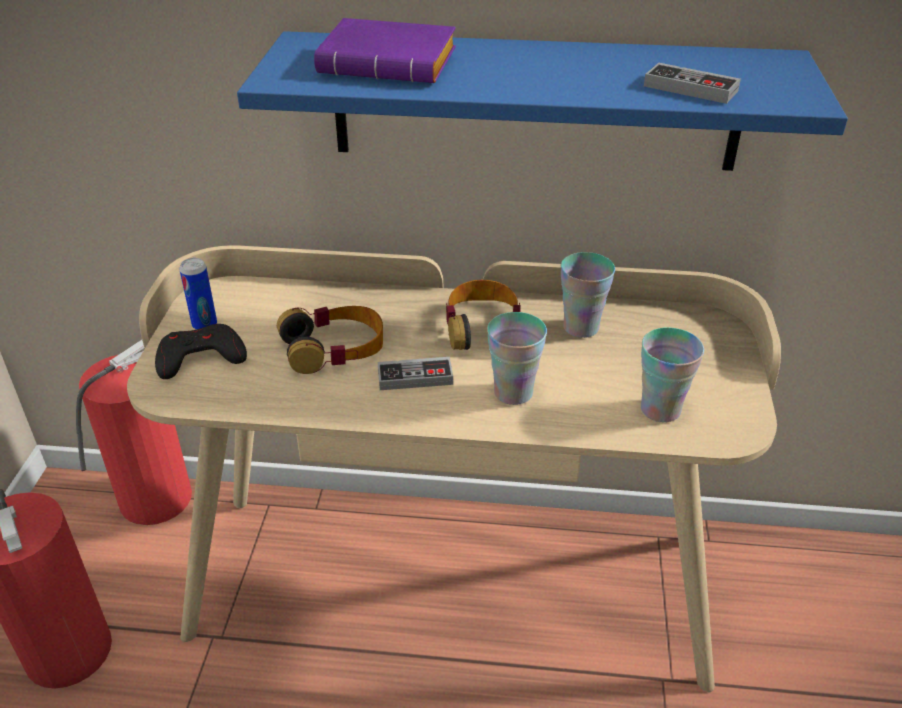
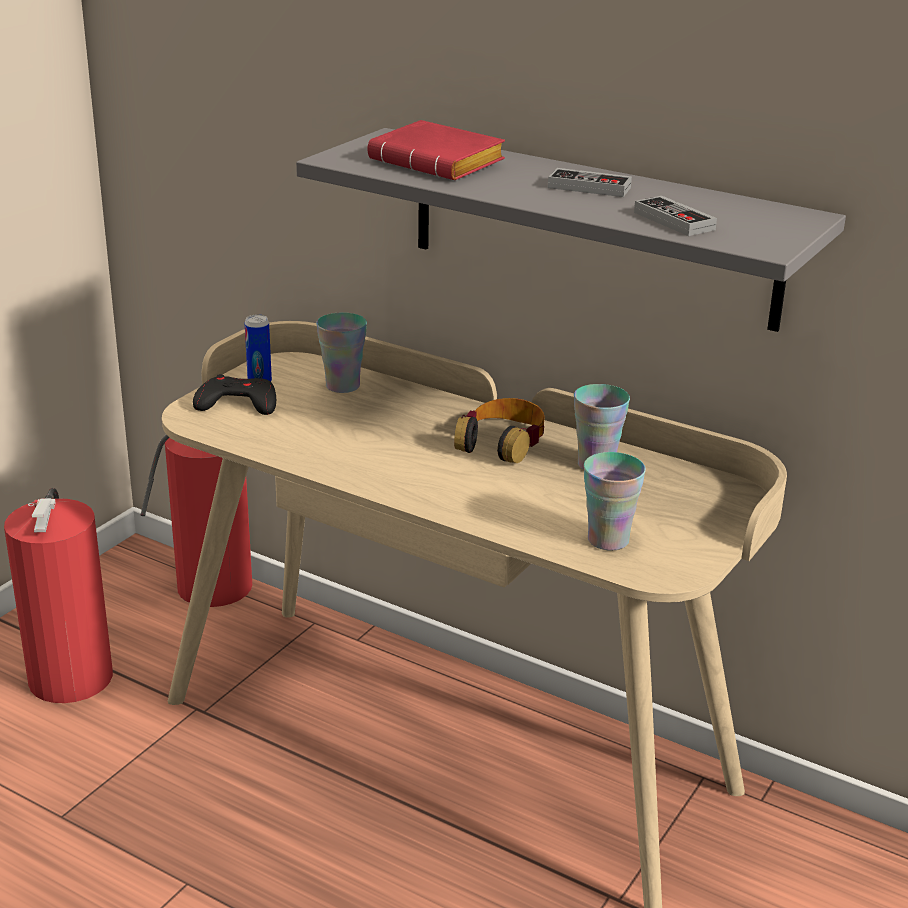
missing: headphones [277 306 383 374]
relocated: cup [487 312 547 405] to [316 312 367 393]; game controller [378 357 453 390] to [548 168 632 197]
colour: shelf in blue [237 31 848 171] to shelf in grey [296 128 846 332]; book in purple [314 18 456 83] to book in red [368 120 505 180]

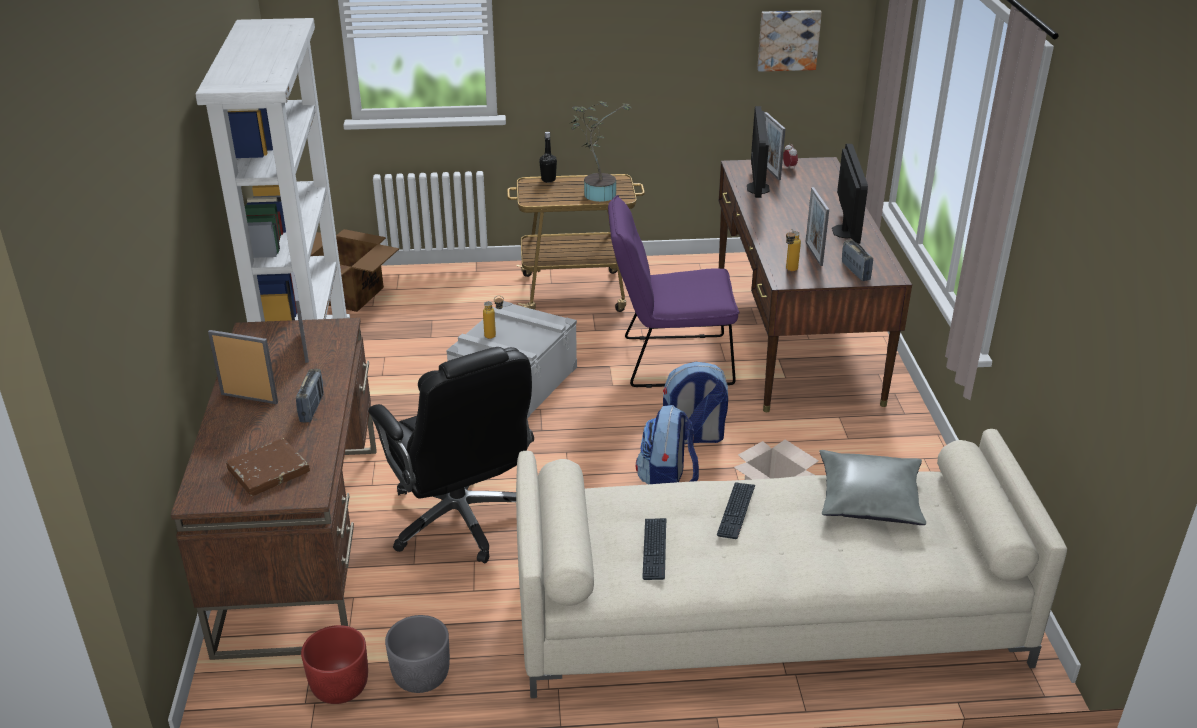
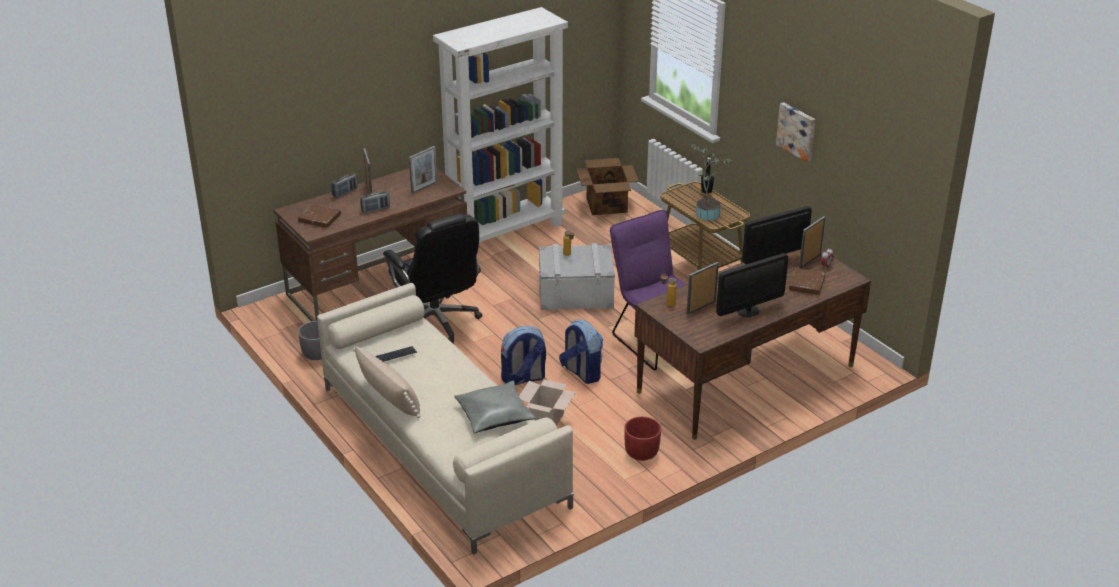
missing: keyboard [717 482 755 539]
appeared: pillow in beige [353 346 420 418]; book in brown [789 268 825 295]
relocated: radio [842 239 873 281] to [332 173 357 198]; planter in red [301 625 368 704] to [624 416 661 461]; picture [757 10 822 72] to [776 102 815 162]
spun: office chair in black [368 347 534 563] = [383 214 482 343] 60 degrees counterclockwise

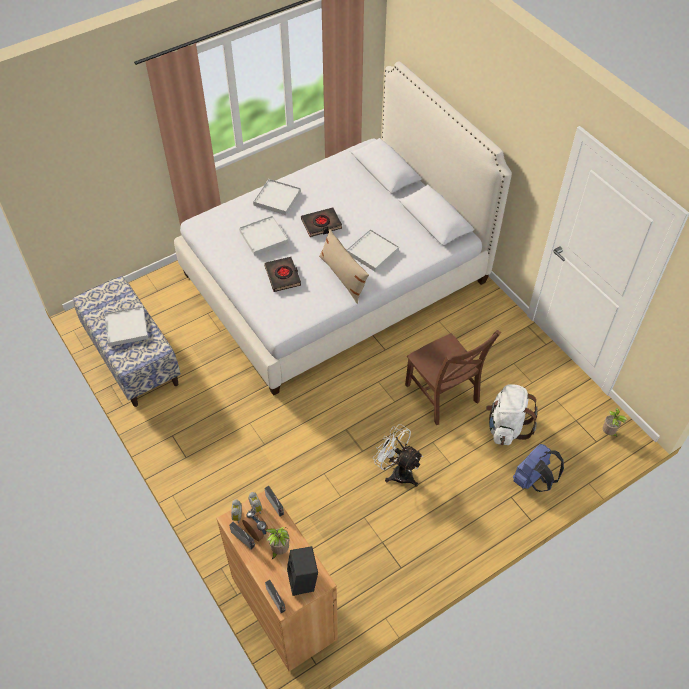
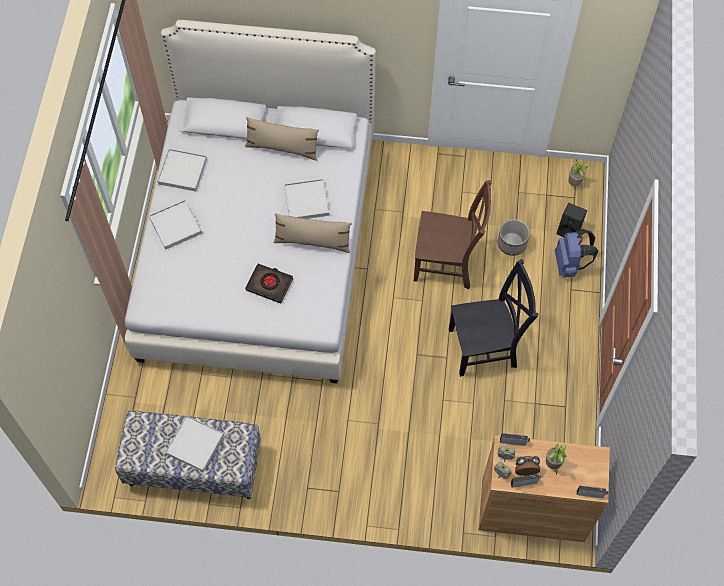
missing: book in black [301 208 342 237]
appeared: pillow in beige [245 117 319 161]
relocated: tray in white [239 215 289 256] to [157 149 207 192]; speaker in black [287 546 318 596] to [557 203 587 237]
exchanged: fan in white [373 424 423 487] to chair in black [449 259 538 377]; backpack in white [486 384 538 445] to planter [497 219 530 256]

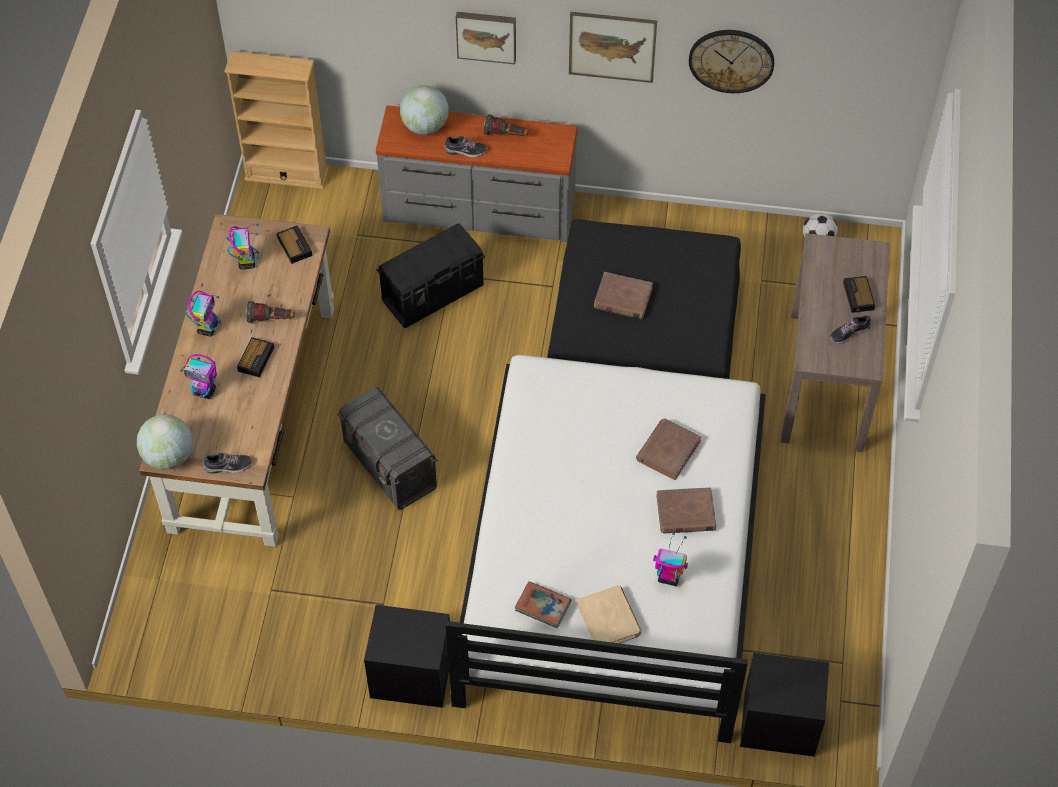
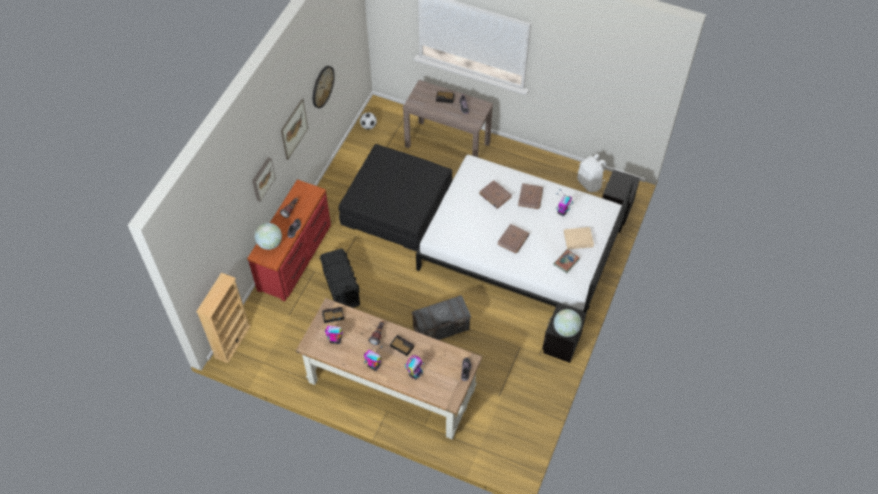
appeared: backpack in white [577 154 606 192]
relocated: book in brown [594 272 653 319] to [497 224 529 253]; globe [137 414 193 470] to [554 309 582 337]
colour: dresser in grey [376 105 578 242] to dresser in red [247 179 331 302]

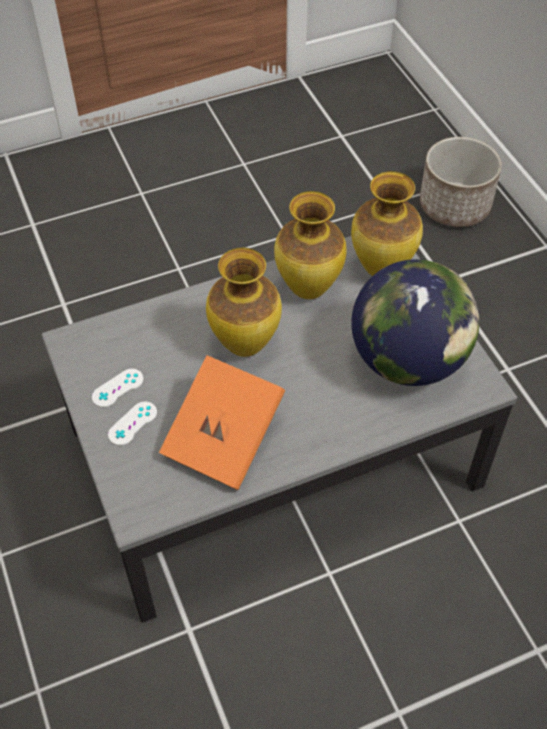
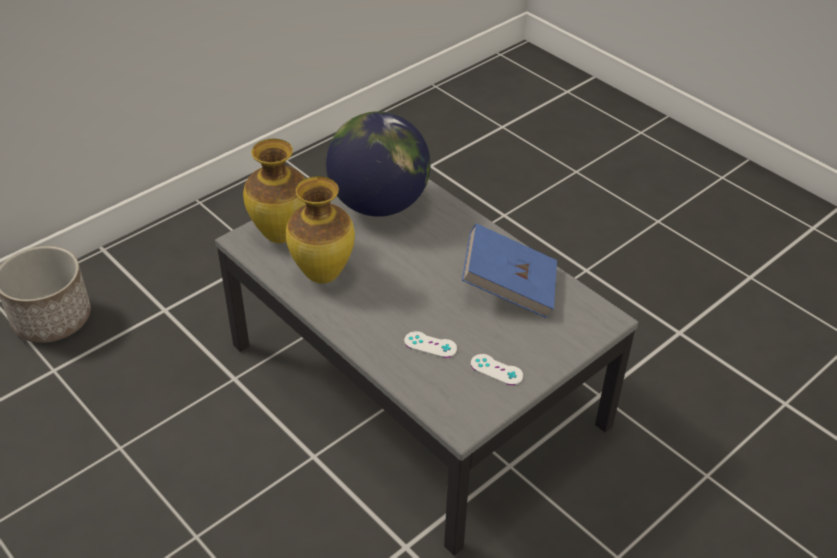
missing: vase [206 248 282 357]
relocated: game controller in white [108 401 157 446] to [404 331 457 358]
colour: book in orange [159 355 285 490] to book in blue [462 223 557 318]

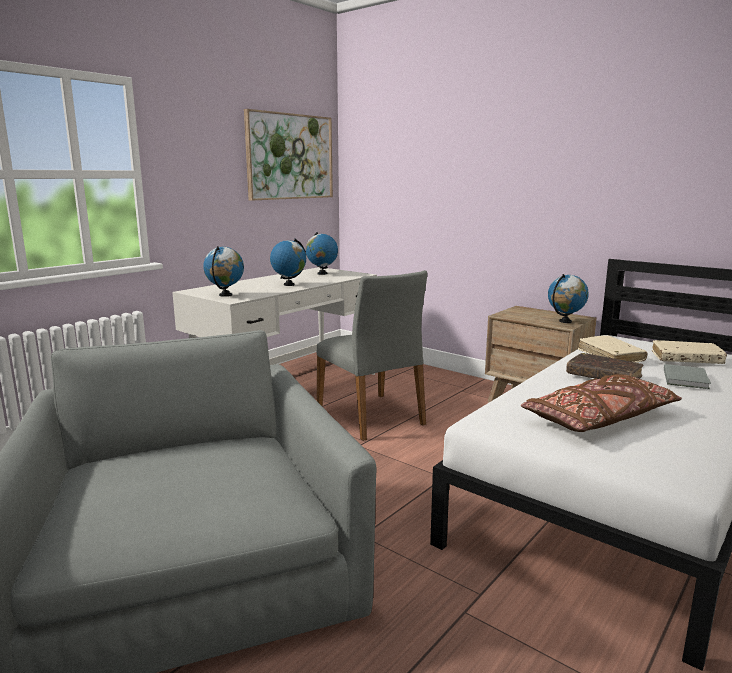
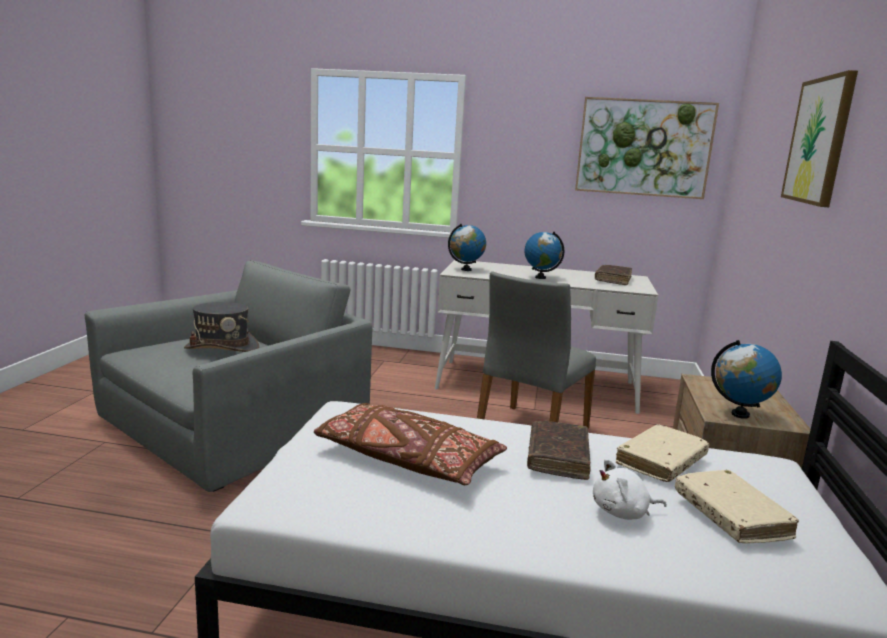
appeared: hat in grey [184 302 259 352]; picture [781 70 858 207]
exchanged: book in grey [664 364 711 389] to plush toy in white [593 459 667 520]; globe [306 232 338 275] to book in brown [595 265 632 285]

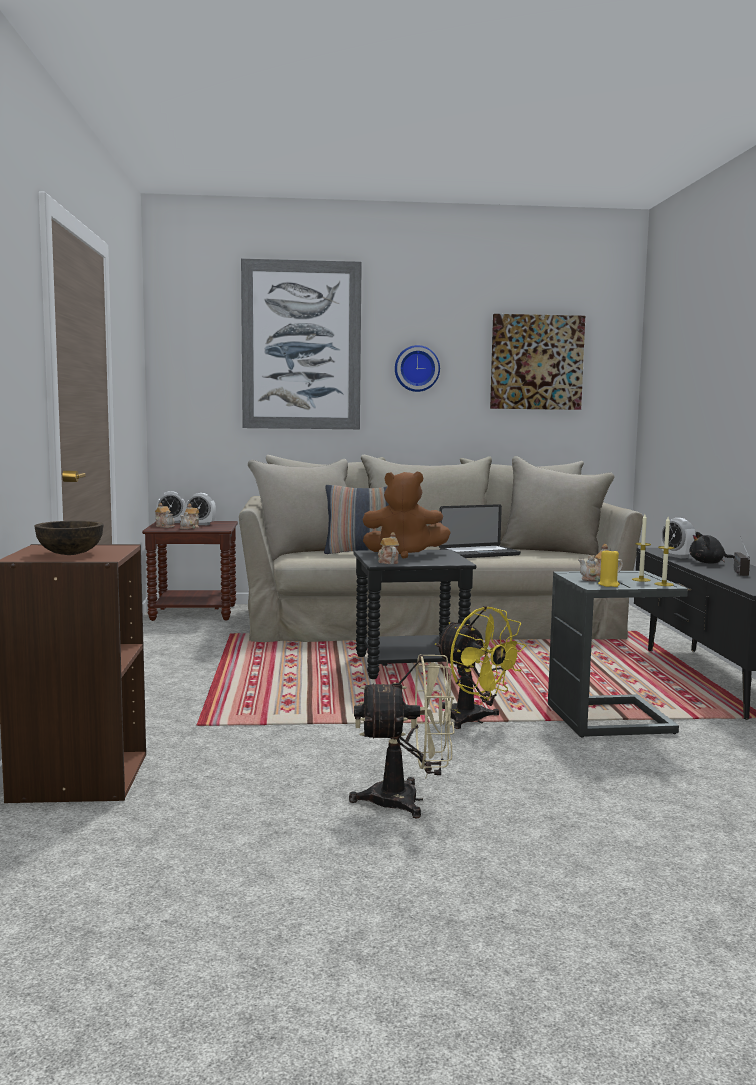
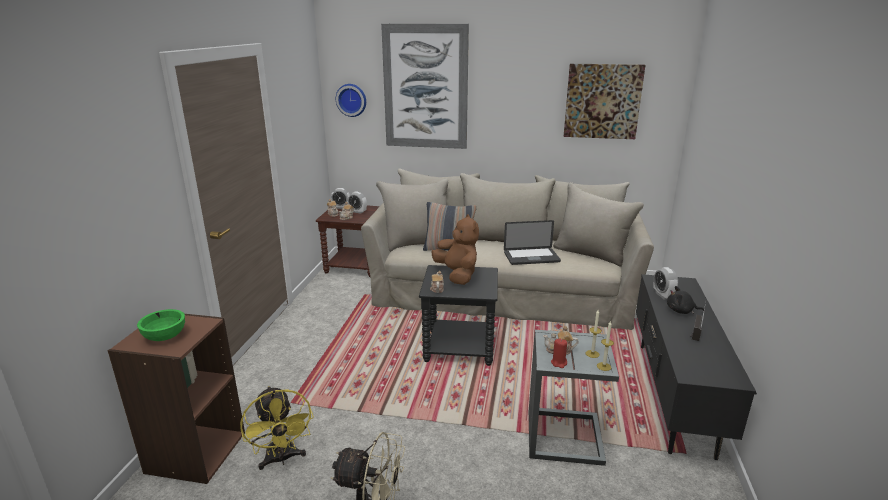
relocated: fan in yellow [435 606 526 729] to [240 386 314 470]; wall clock [395 345 440 392] to [336 84 366 117]
colour: bowl in brown [35 521 104 555] to bowl in green [137 309 185 341]; candle in yellow [598 548 620 587] to candle in red [551 339 567 368]
spun: plush toy in brown [362 471 451 558] = [431 214 479 285] 135 degrees counterclockwise

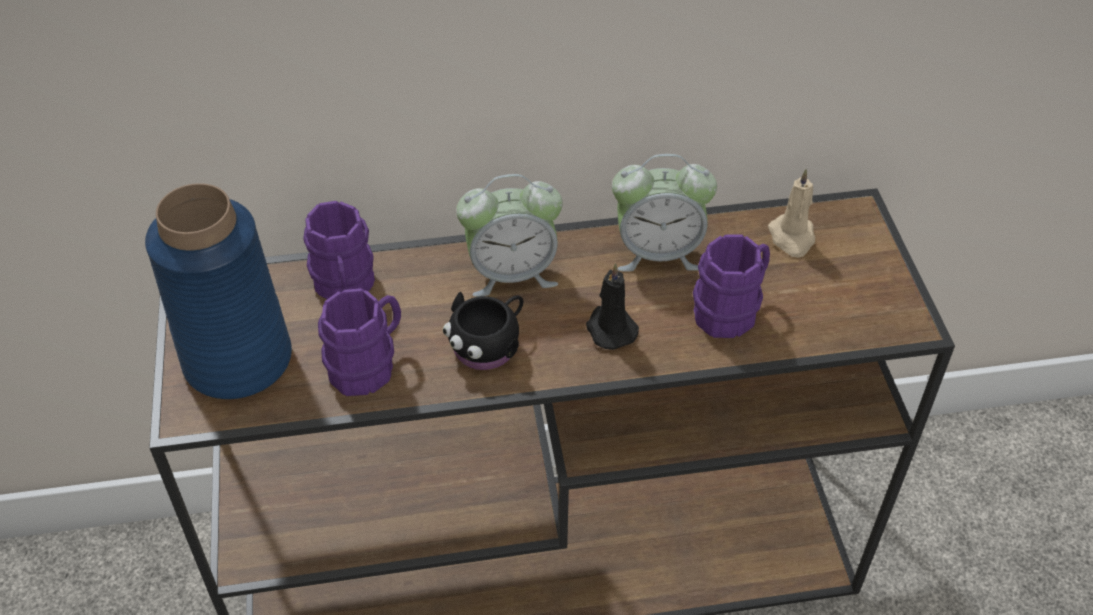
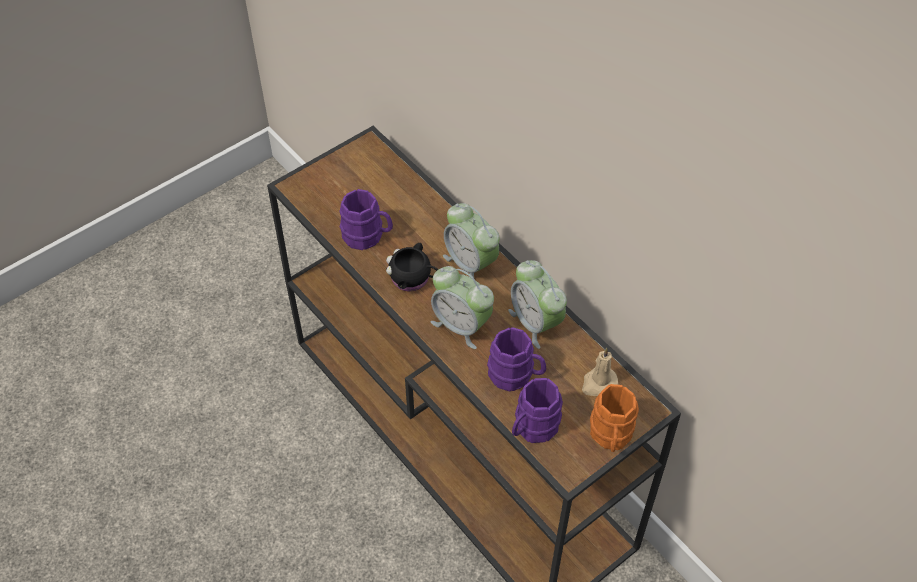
missing: vase in blue [145 183 292 399]
appeared: mug in orange [590 384 639 452]
relocated: mug in purple [303 201 375 299] to [512 378 563 443]
exchanged: candle in black [586 263 639 350] to alarm clock [431 266 494 349]

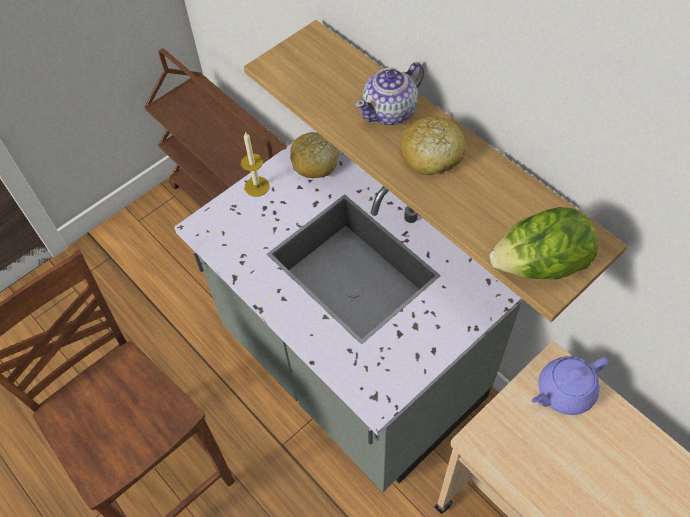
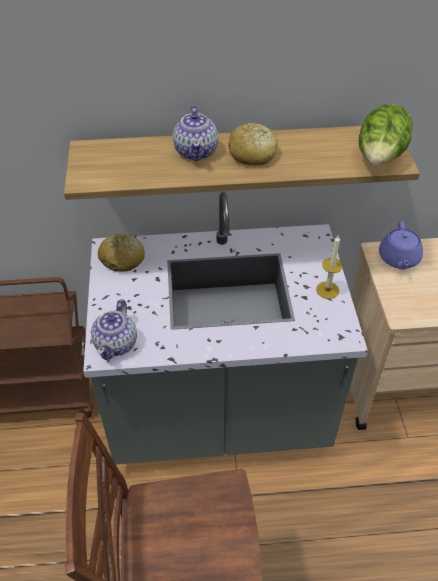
appeared: teapot [91 299 137 360]
relocated: candle [241 132 270 197] to [316 236 343 299]

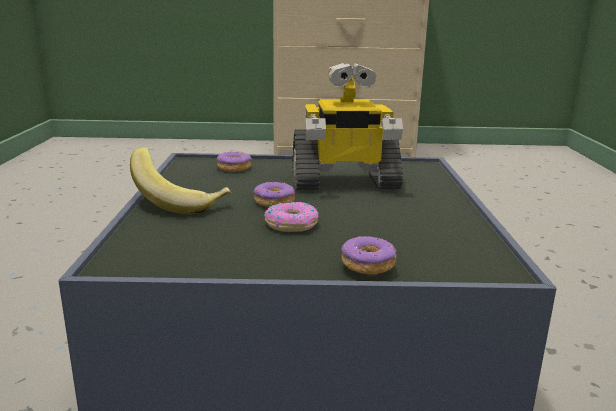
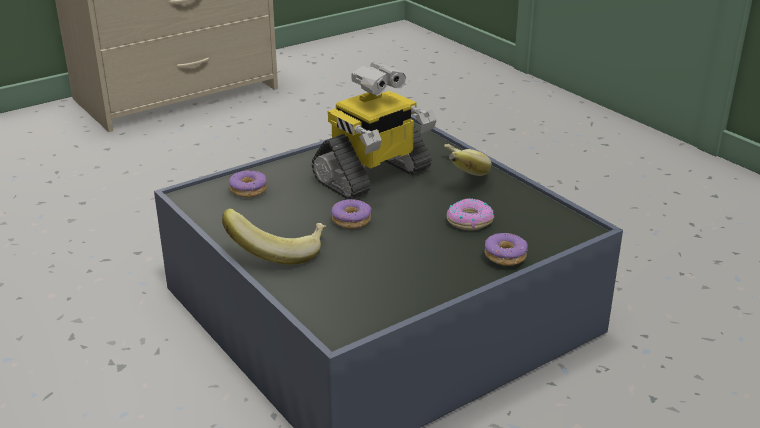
appeared: banana [444 144 492 176]
relocated: donut [264 202 318 232] to [447 198 494 230]

